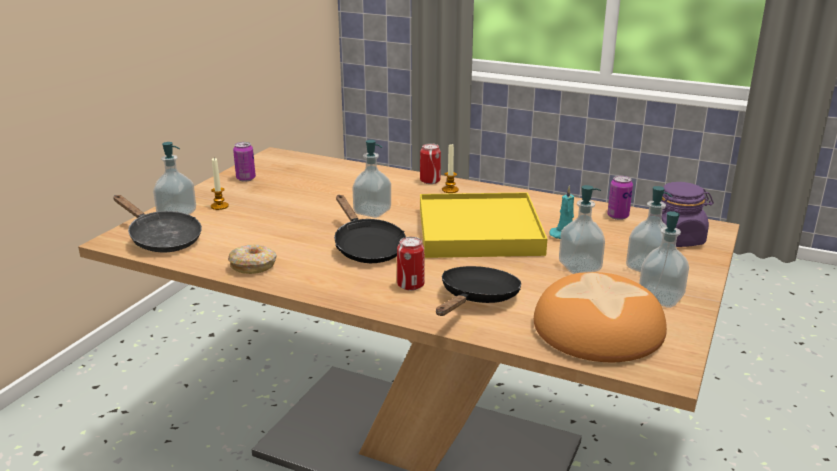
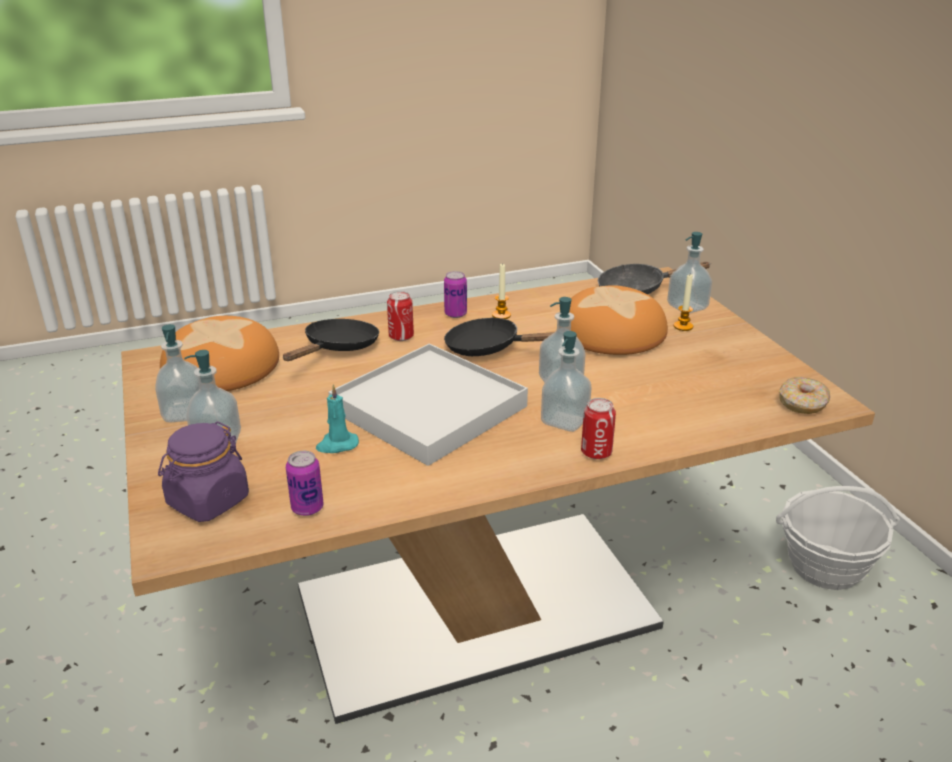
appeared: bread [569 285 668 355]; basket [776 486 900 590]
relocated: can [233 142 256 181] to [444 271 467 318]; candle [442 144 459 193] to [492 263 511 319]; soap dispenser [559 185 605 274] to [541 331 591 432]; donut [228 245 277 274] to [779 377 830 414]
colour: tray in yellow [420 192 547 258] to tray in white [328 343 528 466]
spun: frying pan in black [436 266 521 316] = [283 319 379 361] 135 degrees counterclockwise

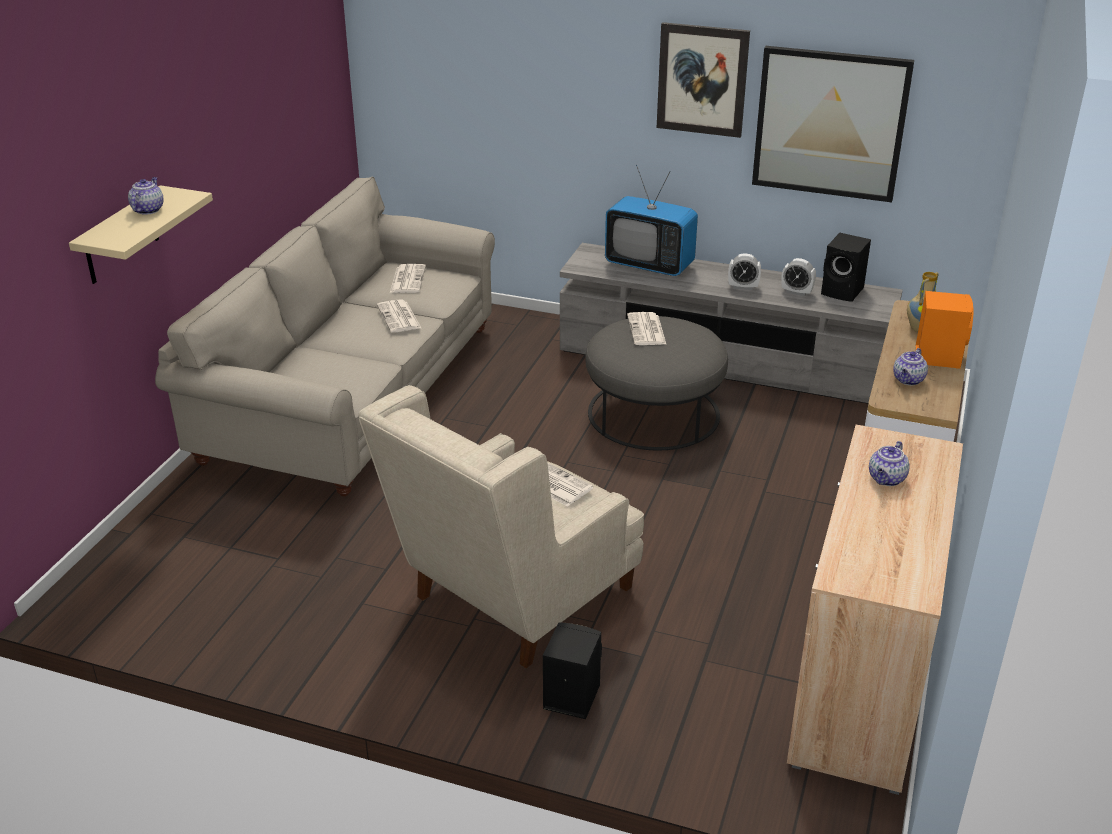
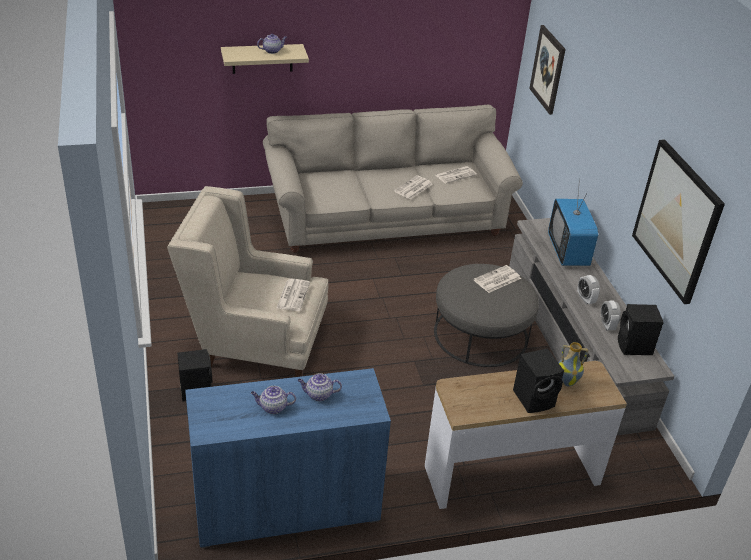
relocated: teapot [893 348 928 385] to [251 386 296 414]; picture [657 22 750 138] to [529 25 566 115]
colour: cabinet in beige [787 425 963 795] to cabinet in blue [185 368 391 548]; speaker in orange [916 291 974 369] to speaker in black [513 348 564 413]

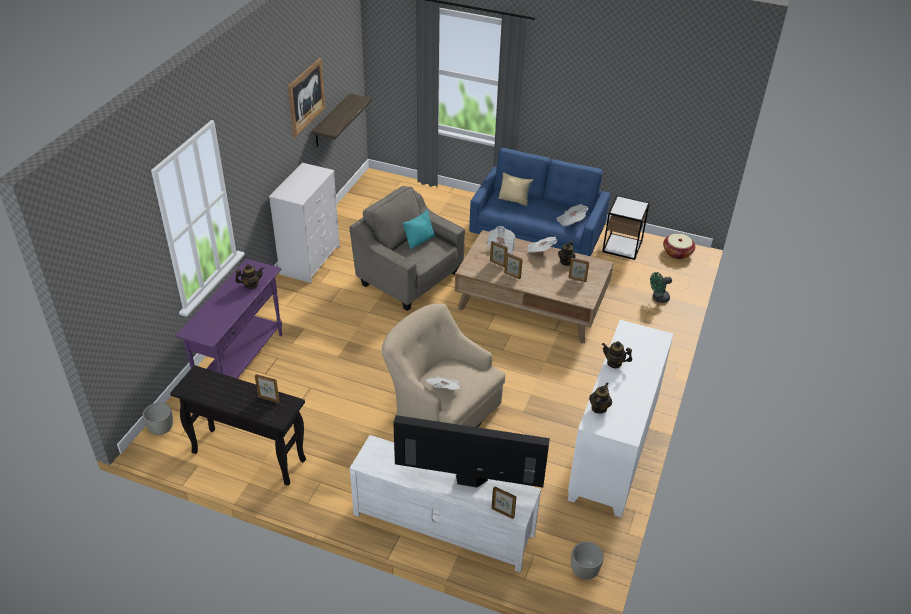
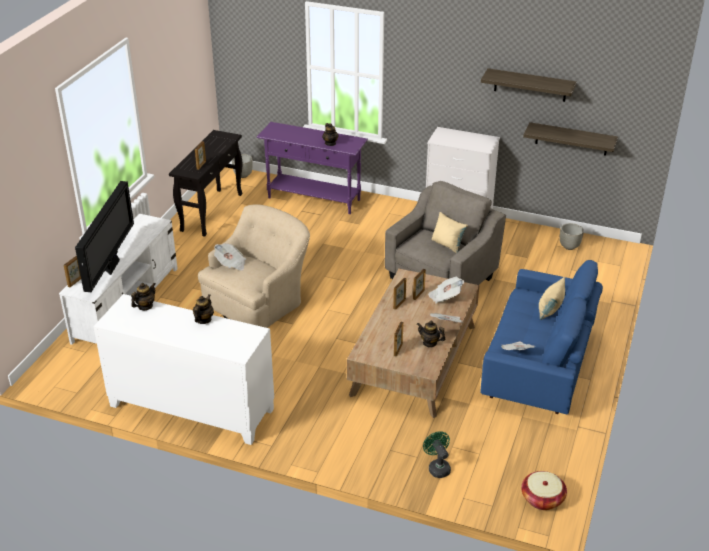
missing: side table [602 195 650 260]
relocated: planter in grey [571 542 604 580] to [560 223 584 250]
exchanged: picture [287 58 326 138] to shelf [481 68 577 102]
colour: pillow in turquoise [403 209 435 249] to pillow in beige [432 212 468 253]
spun: teapot [589 382 612 414] = [131 283 155 310] 75 degrees counterclockwise

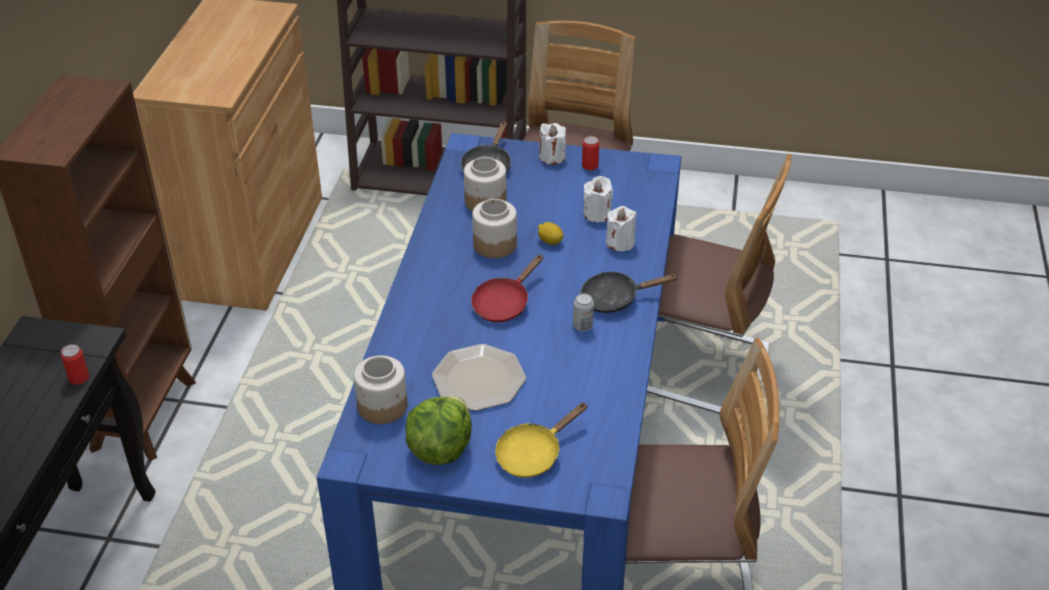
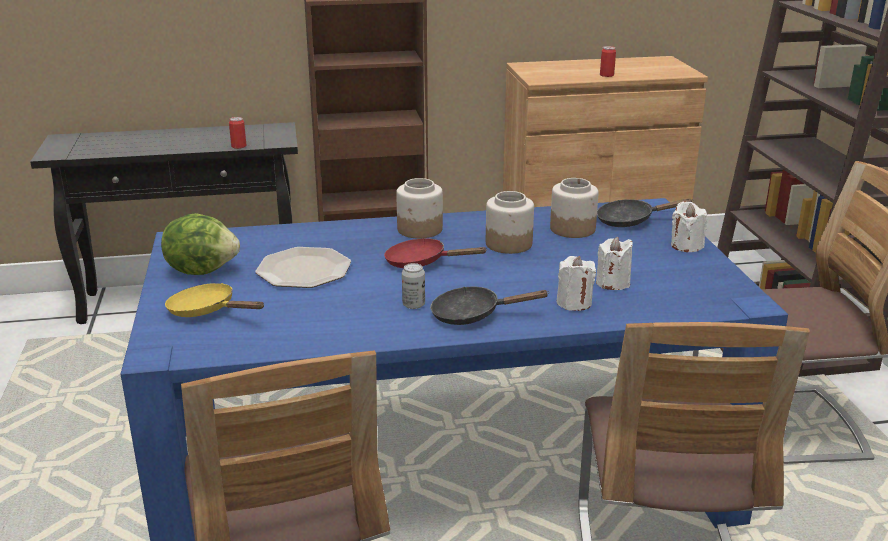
missing: lemon [538 222 563 245]
relocated: jar [354 355 407 424] to [396 178 443 239]; can [582 136 599 170] to [600 46 616 77]
spun: frying pan in black [580 272 678 313] = [430 286 550 325] 60 degrees counterclockwise

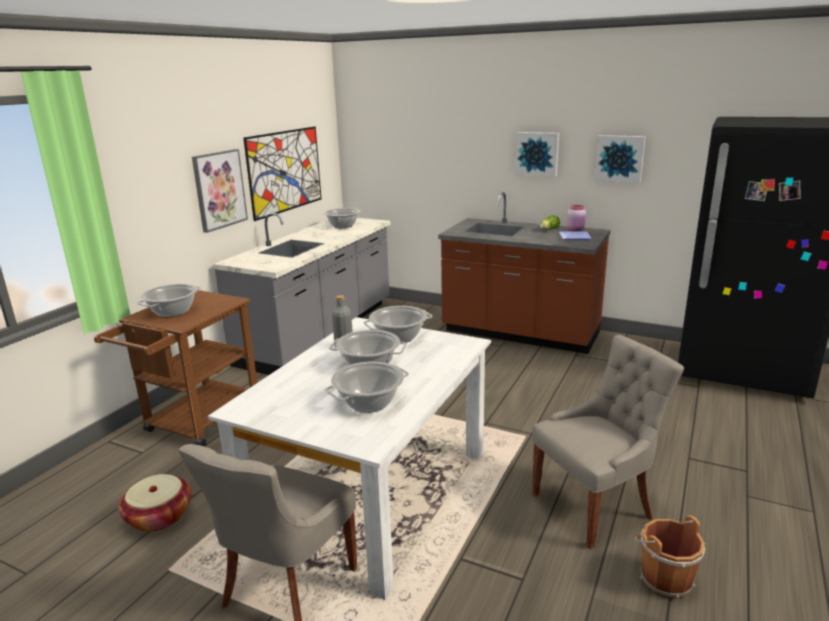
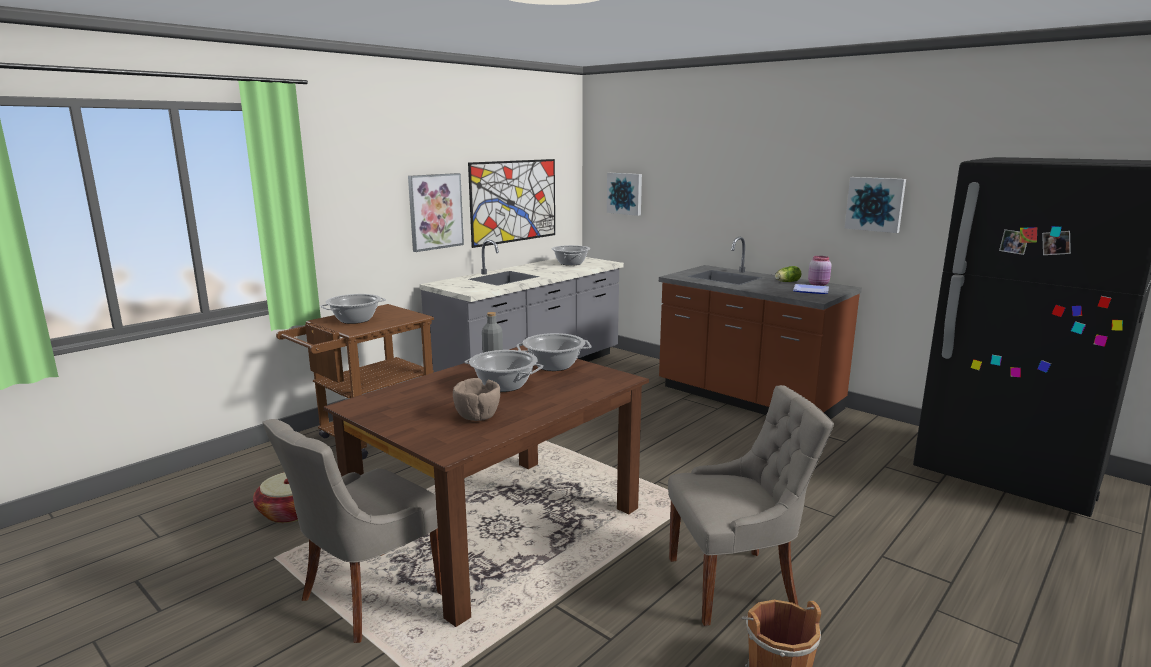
relocated: picture [515 132 559 177] to [607 173 642 216]
exchanged: cooking pot [325 362 409 413] to bowl in brown [453 378 500 421]
colour: dining table in white [208 317 491 600] to dining table in brown [324 345 649 627]

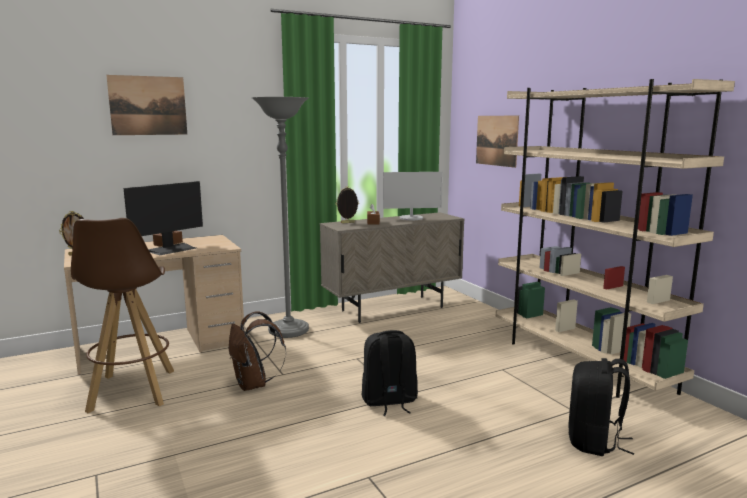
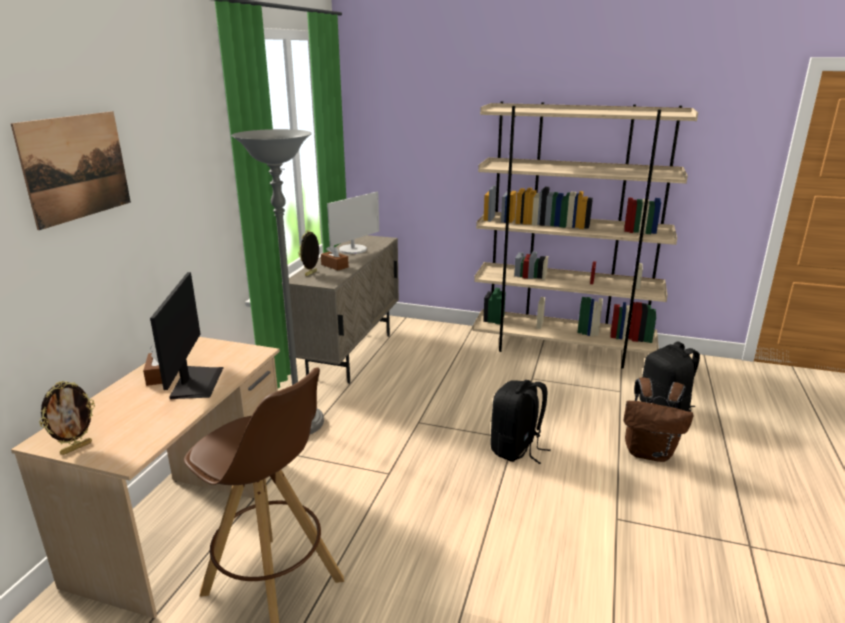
missing: picture [476 116 519 168]
relocated: backpack in brown [229 311 286 391] to [624 378 693 462]

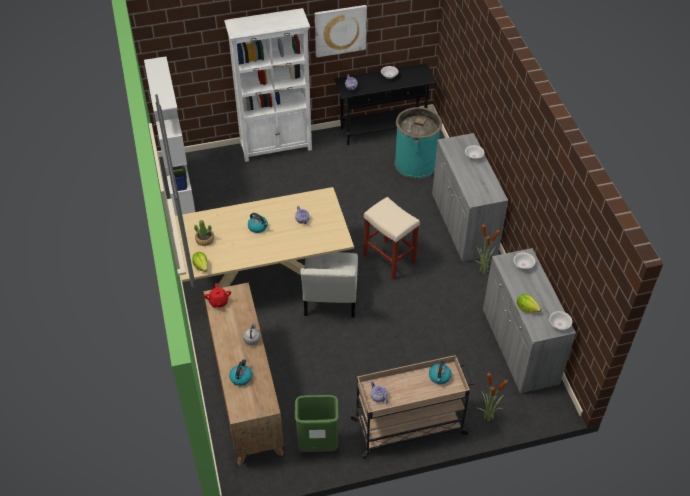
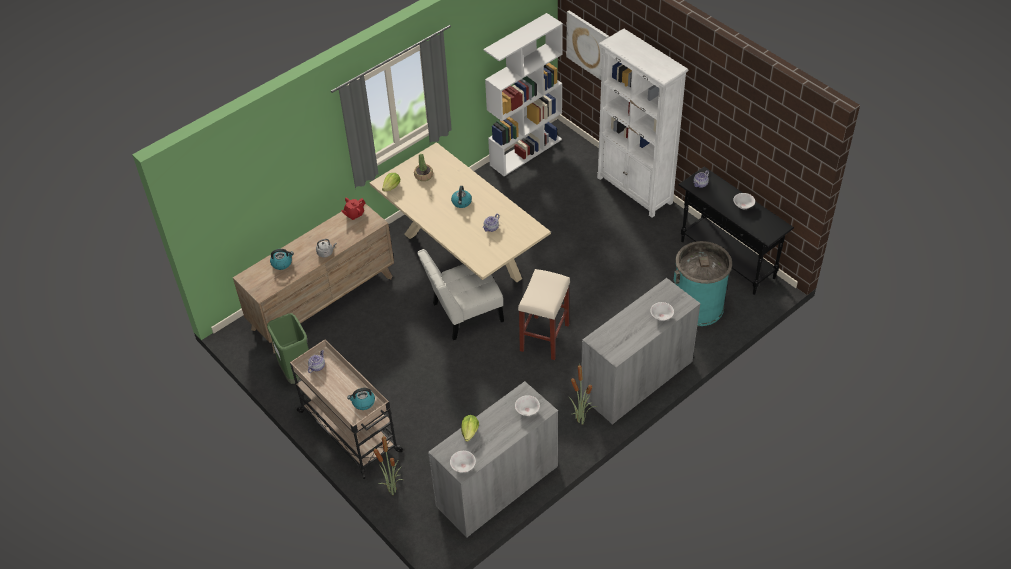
relocated: picture [315 5 367 57] to [566 11 609 80]

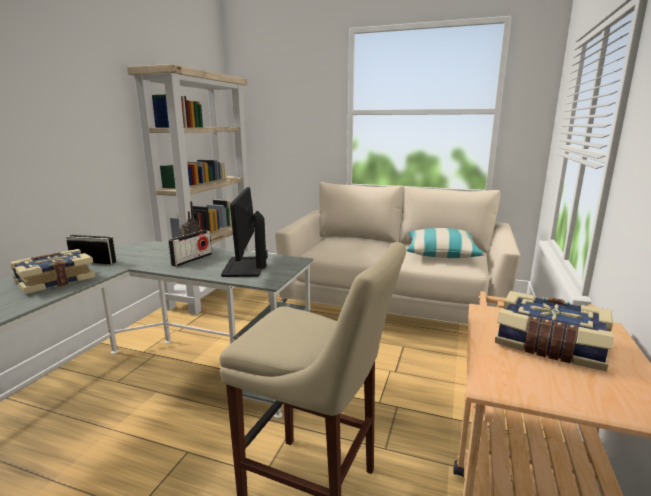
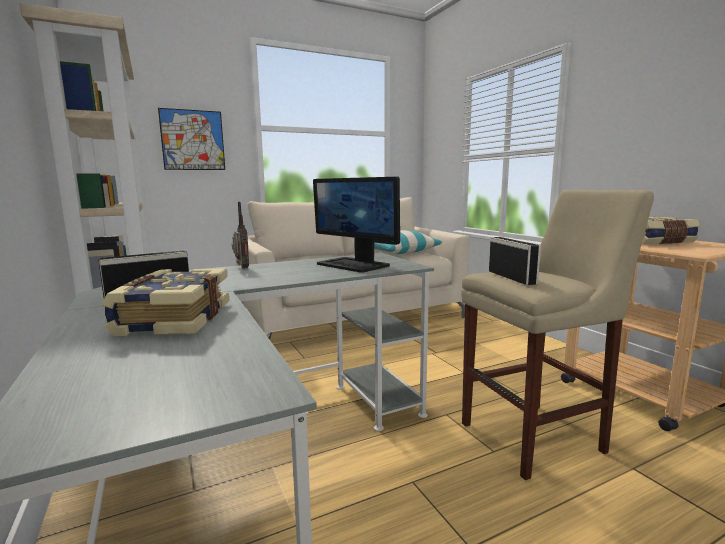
appeared: picture [158 108 225 170]
relocated: radio [168 230 212 267] to [489 237 541 285]

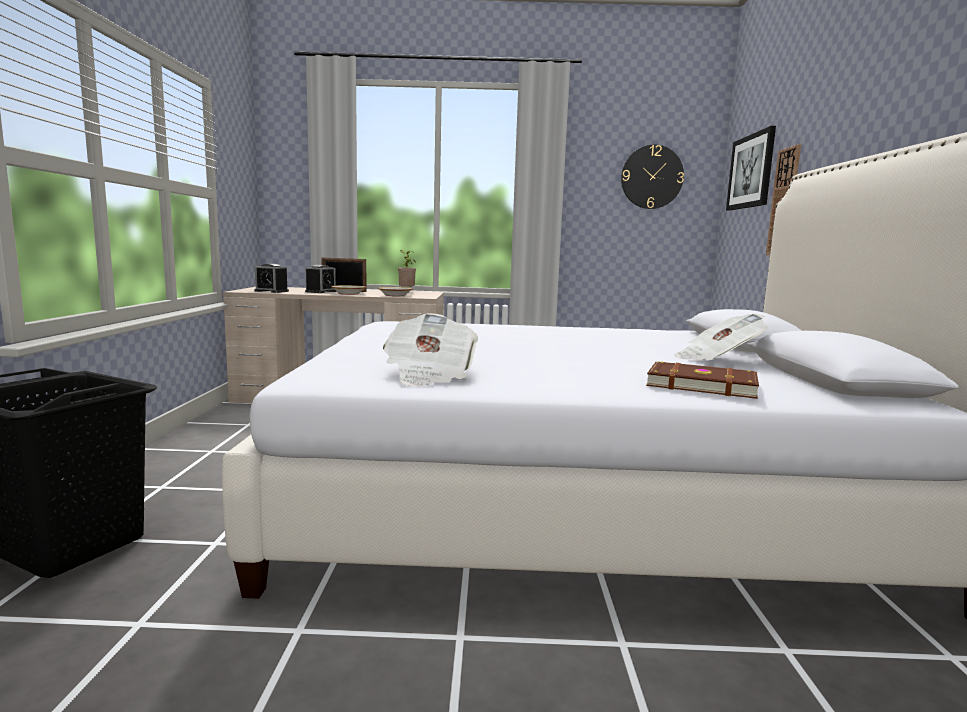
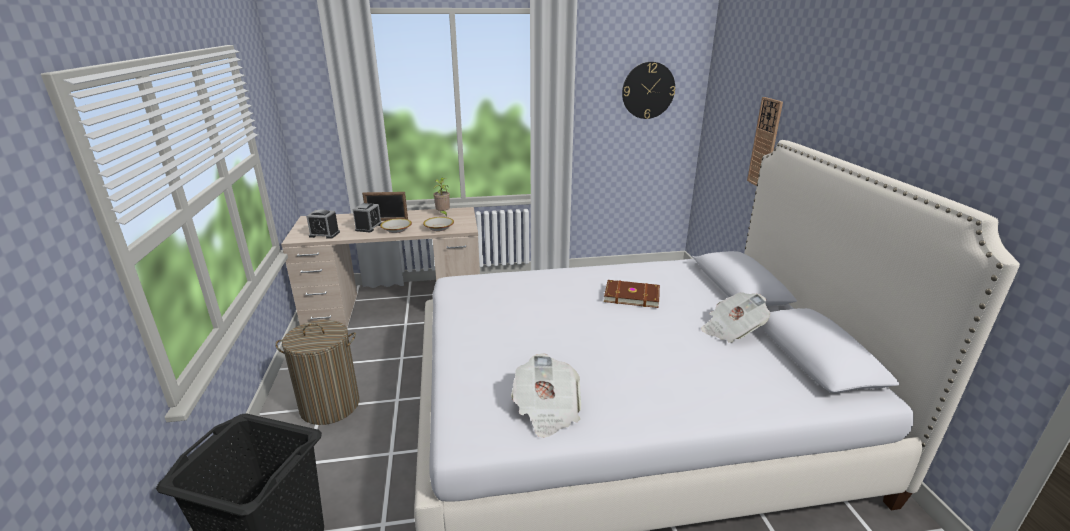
missing: picture [726 126 776 210]
appeared: laundry basket [275 320 359 425]
relocated: book in brown [646 361 759 399] to [604 280 660 308]

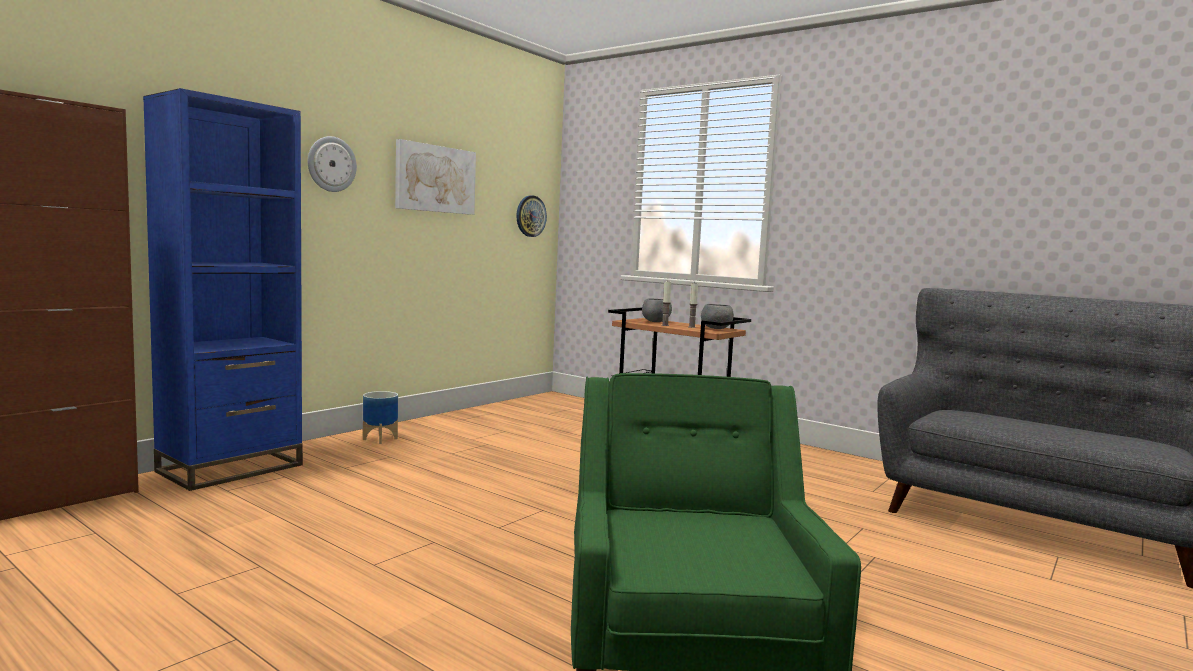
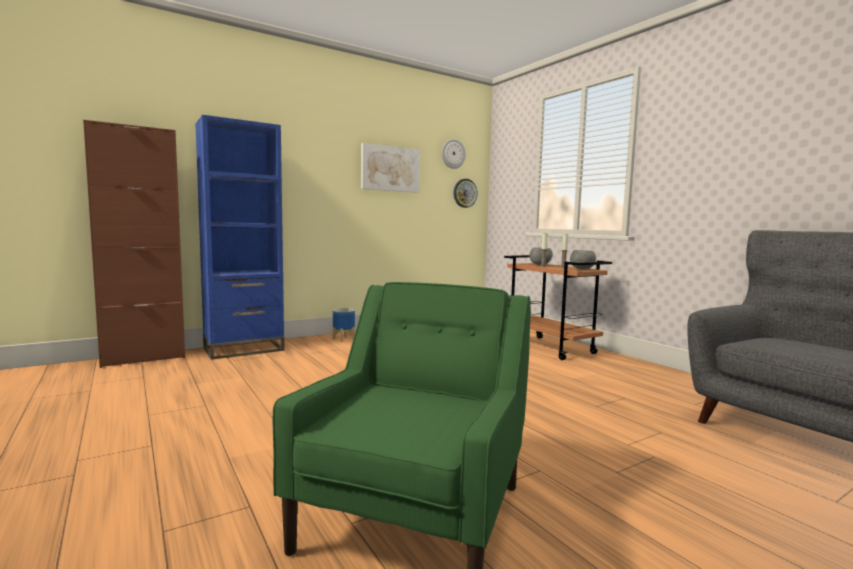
relocated: wall clock [308 136 357 192] to [442 139 466 169]

